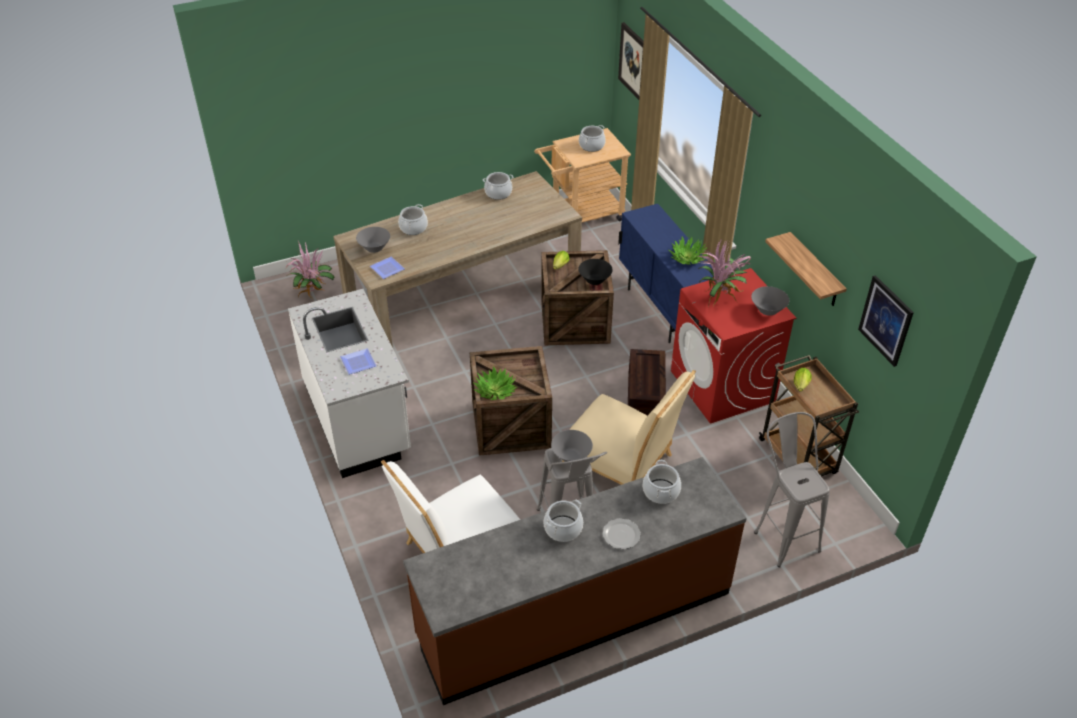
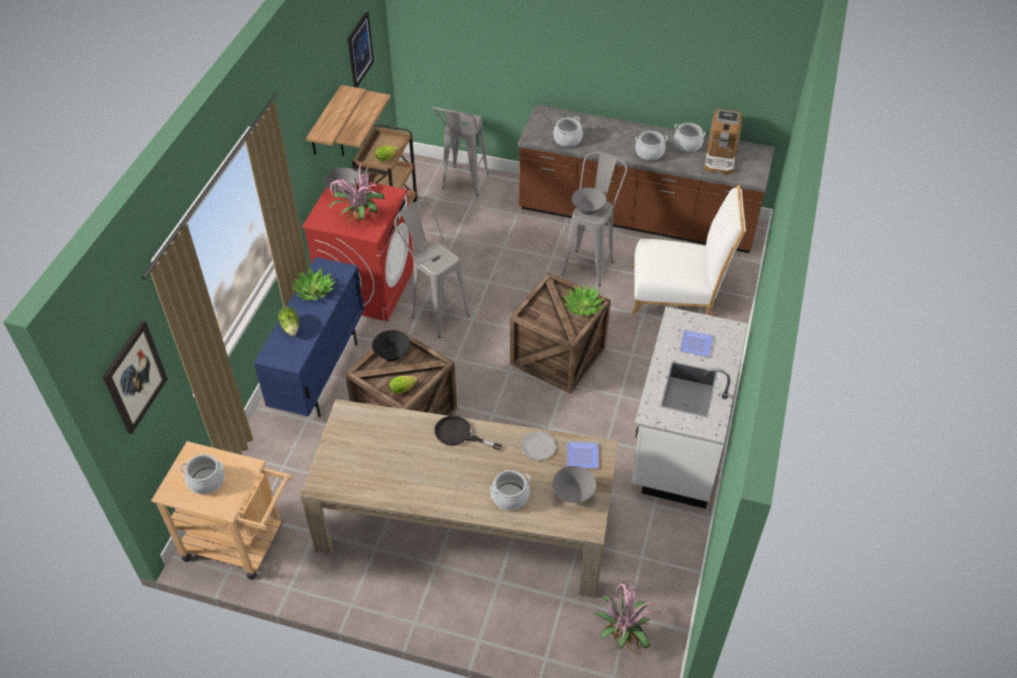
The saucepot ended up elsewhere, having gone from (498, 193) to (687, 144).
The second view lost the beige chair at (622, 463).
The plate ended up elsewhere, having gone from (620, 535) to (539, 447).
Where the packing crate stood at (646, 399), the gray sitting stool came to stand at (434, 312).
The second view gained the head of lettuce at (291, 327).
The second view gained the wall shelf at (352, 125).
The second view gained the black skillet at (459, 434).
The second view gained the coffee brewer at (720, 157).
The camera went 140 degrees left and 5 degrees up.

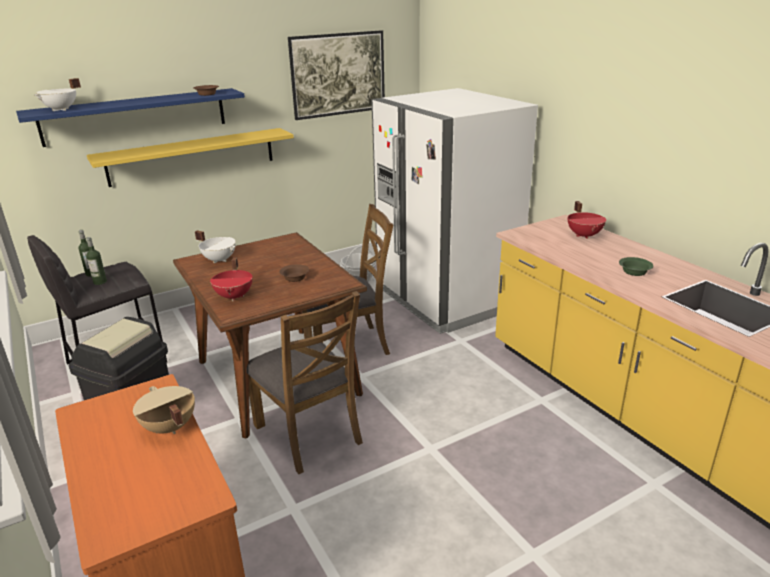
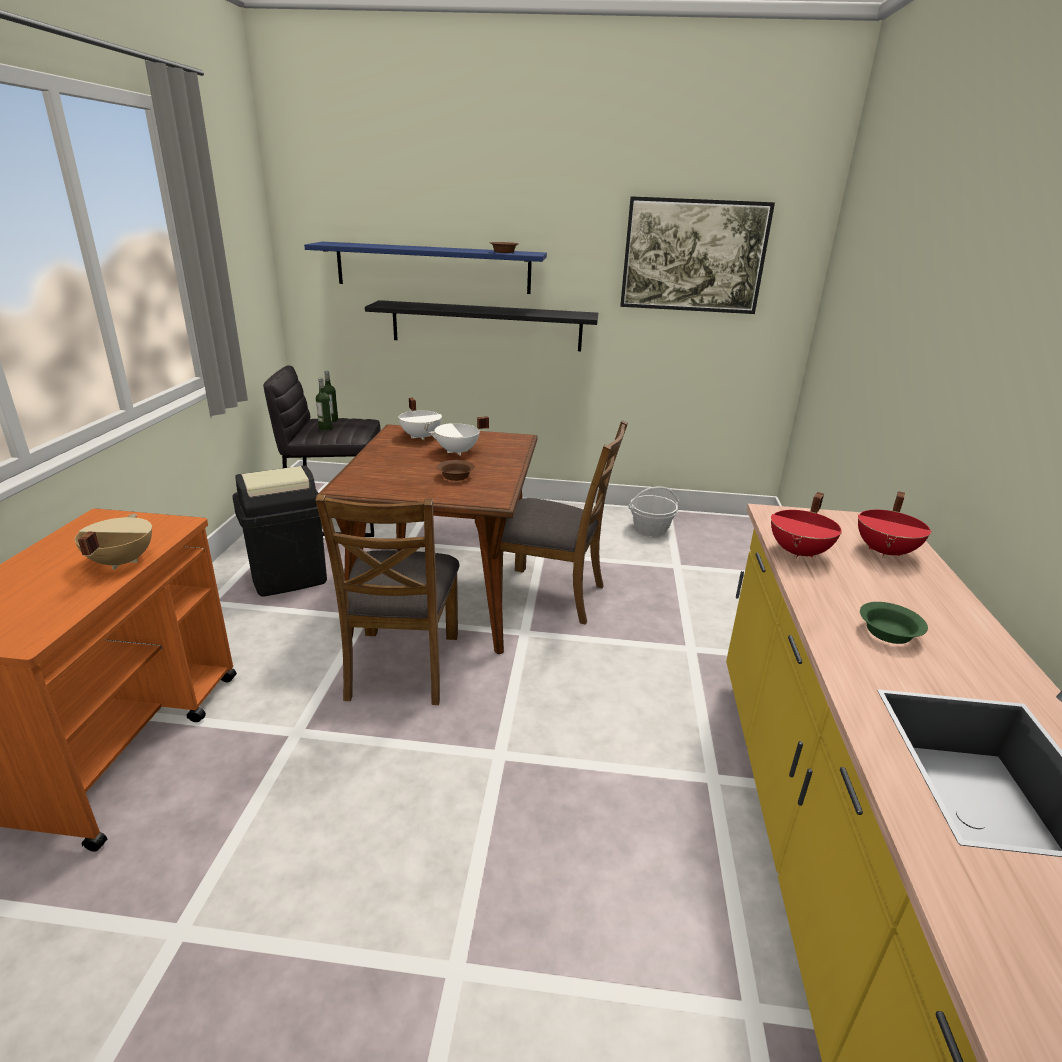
The white-coloured saucepot ended up elsewhere, having gone from (61, 109) to (458, 452).
What was the yellow-coloured wall shelf at (192, 156) turned into the black wall shelf at (486, 326).
The red-coloured saucepot ended up elsewhere, having gone from (235, 296) to (800, 553).
The second view lost the white-coloured refrigerator at (446, 299).
The camera went 35 degrees right and 0 degrees up.

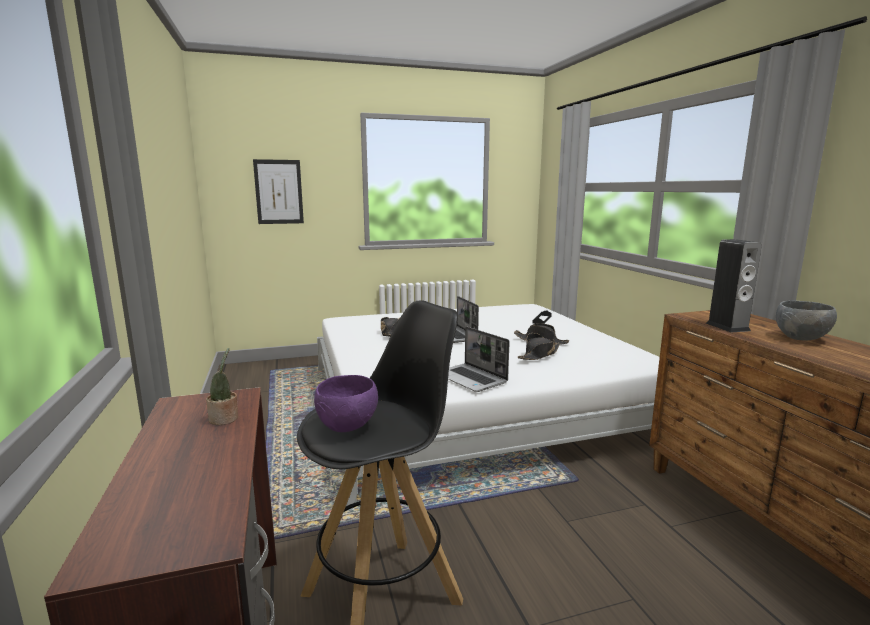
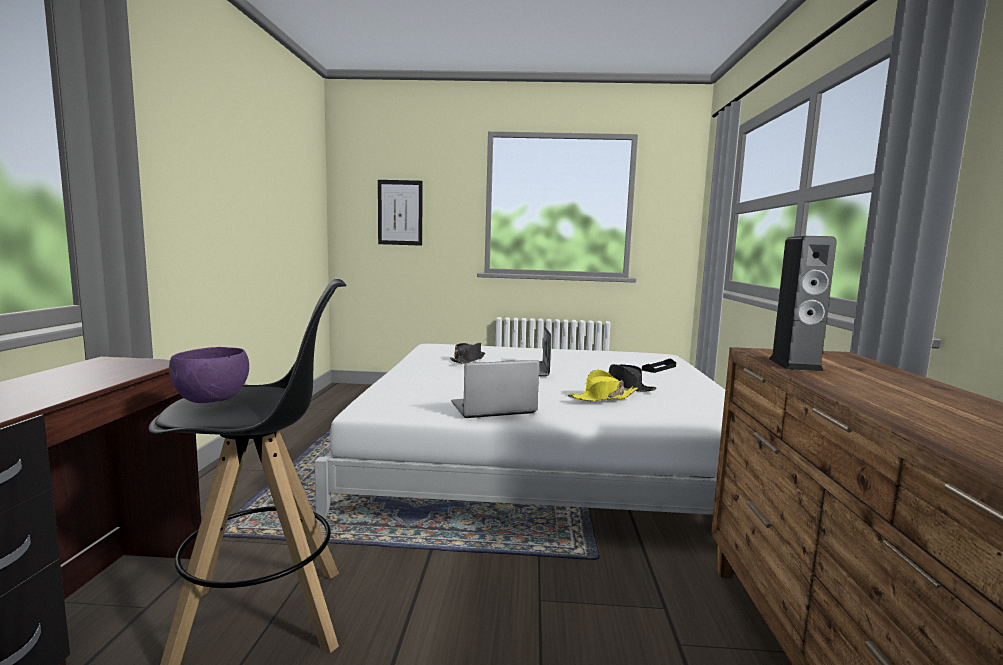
The second view lost the houseplant at (225, 419).
The portable computer at (472, 379) ended up facing another way, 90 degrees clockwise from before.
What was the black wearable hat at (539, 355) turned into the yellow-coloured wearable hat at (603, 397).
The second view lost the gray bowl at (801, 338).
The camera went 20 degrees right and 5 degrees down.

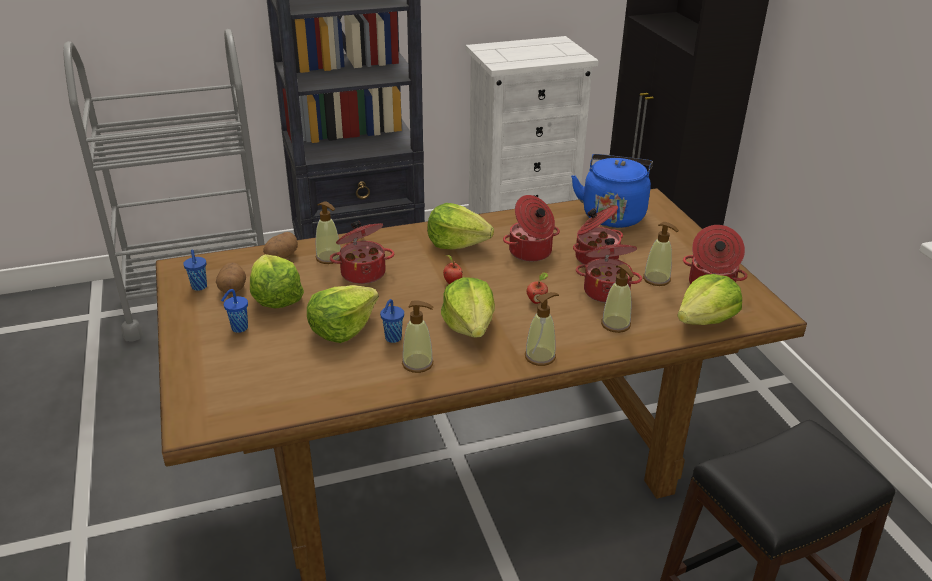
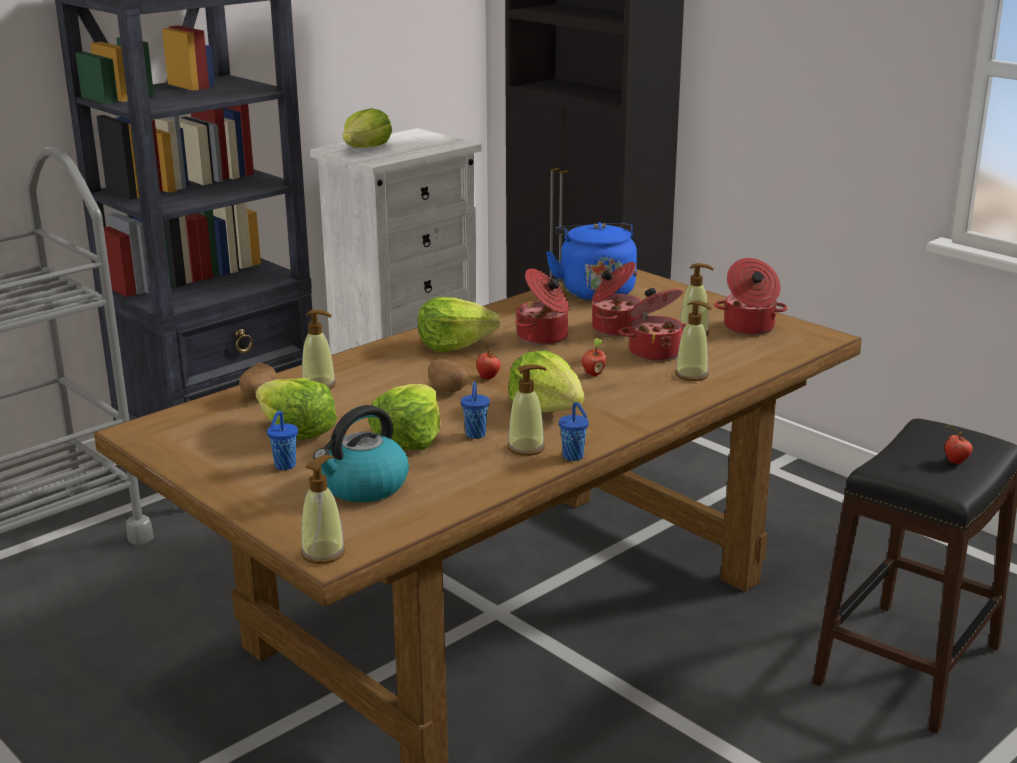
The blue drinking cup ended up elsewhere, having gone from (199, 287) to (574, 457).
The spud ended up elsewhere, having gone from (232, 288) to (447, 389).
The second view lost the saucepot at (363, 272).
The soap dispenser ended up elsewhere, having gone from (540, 356) to (323, 553).
The head of lettuce ended up elsewhere, having gone from (705, 320) to (366, 148).
The second view gained the tea kettle at (363, 486).
The second view gained the apple fruit at (954, 461).
The camera went 25 degrees left and 10 degrees down.

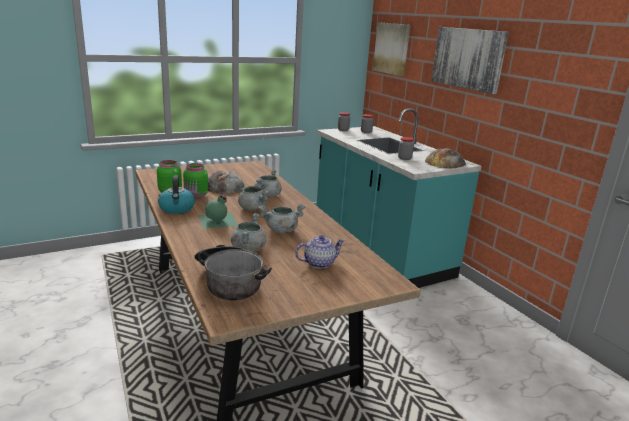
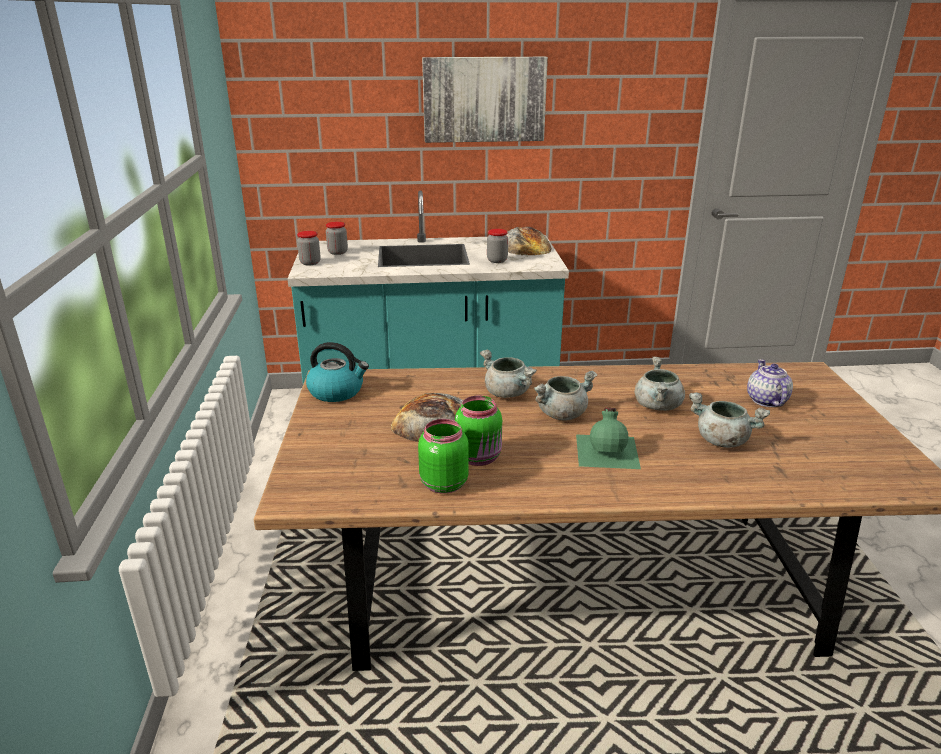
The tea kettle ended up elsewhere, having gone from (177, 208) to (337, 391).
The second view lost the saucepot at (229, 282).
The second view lost the picture at (392, 48).
The camera went 65 degrees left and 5 degrees up.

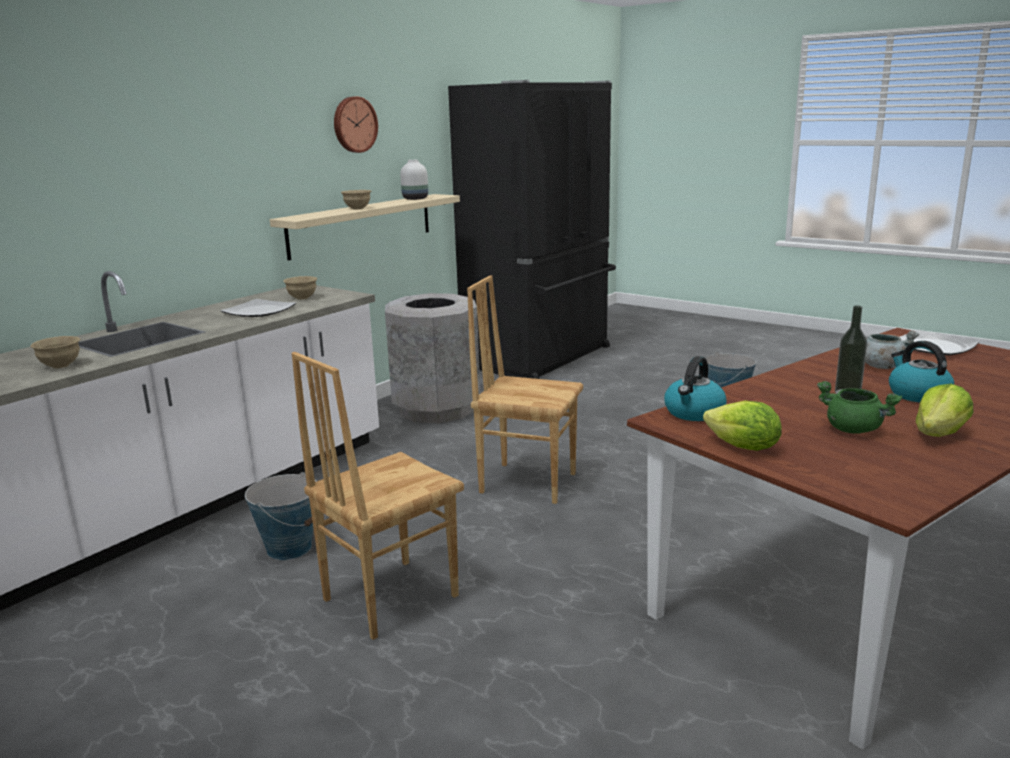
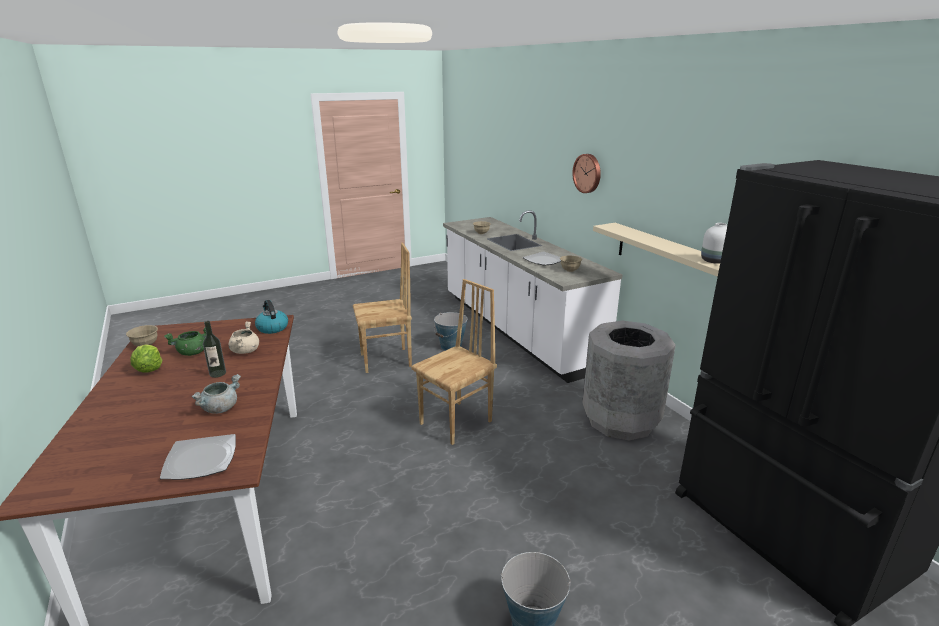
The brown-coloured chair at (388, 597) ended up facing another way, 90 degrees clockwise from before.
The hanging clock ended up elsewhere, having gone from (354, 124) to (588, 173).
The beige bowl ended up elsewhere, having gone from (357, 208) to (145, 345).
The second view lost the head of lettuce at (743, 448).
The second view lost the tea kettle at (917, 394).
The second view gained the beige saucepot at (245, 351).
The camera went 115 degrees right and 5 degrees up.

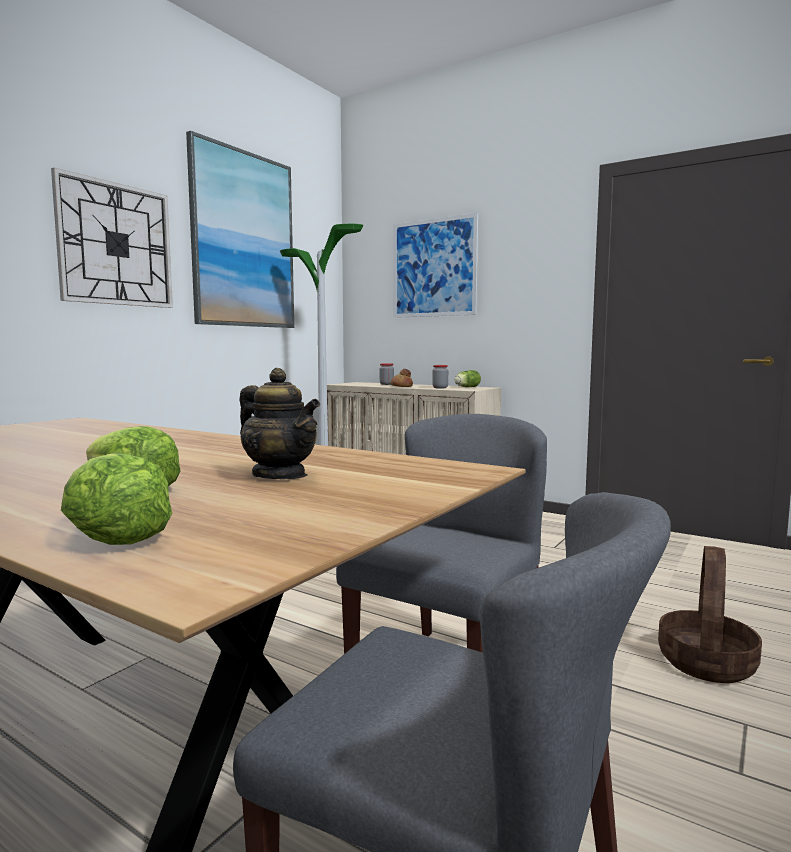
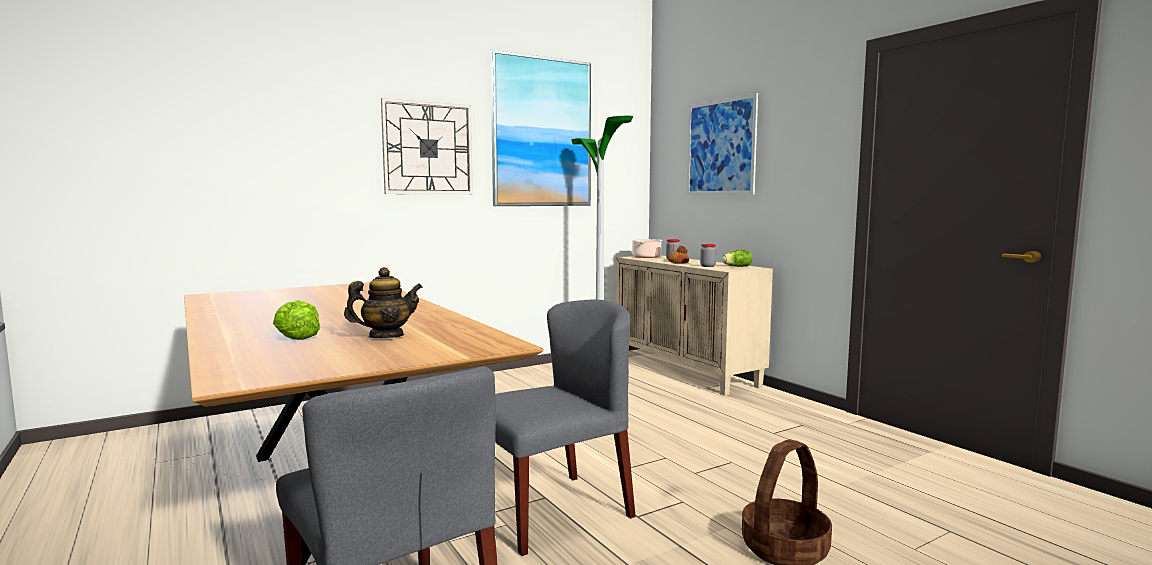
The second view lost the head of lettuce at (113, 536).
The teapot at (280, 475) ended up facing another way, 90 degrees counterclockwise from before.
The second view gained the saucepot at (645, 257).
The camera went 25 degrees right and 0 degrees up.

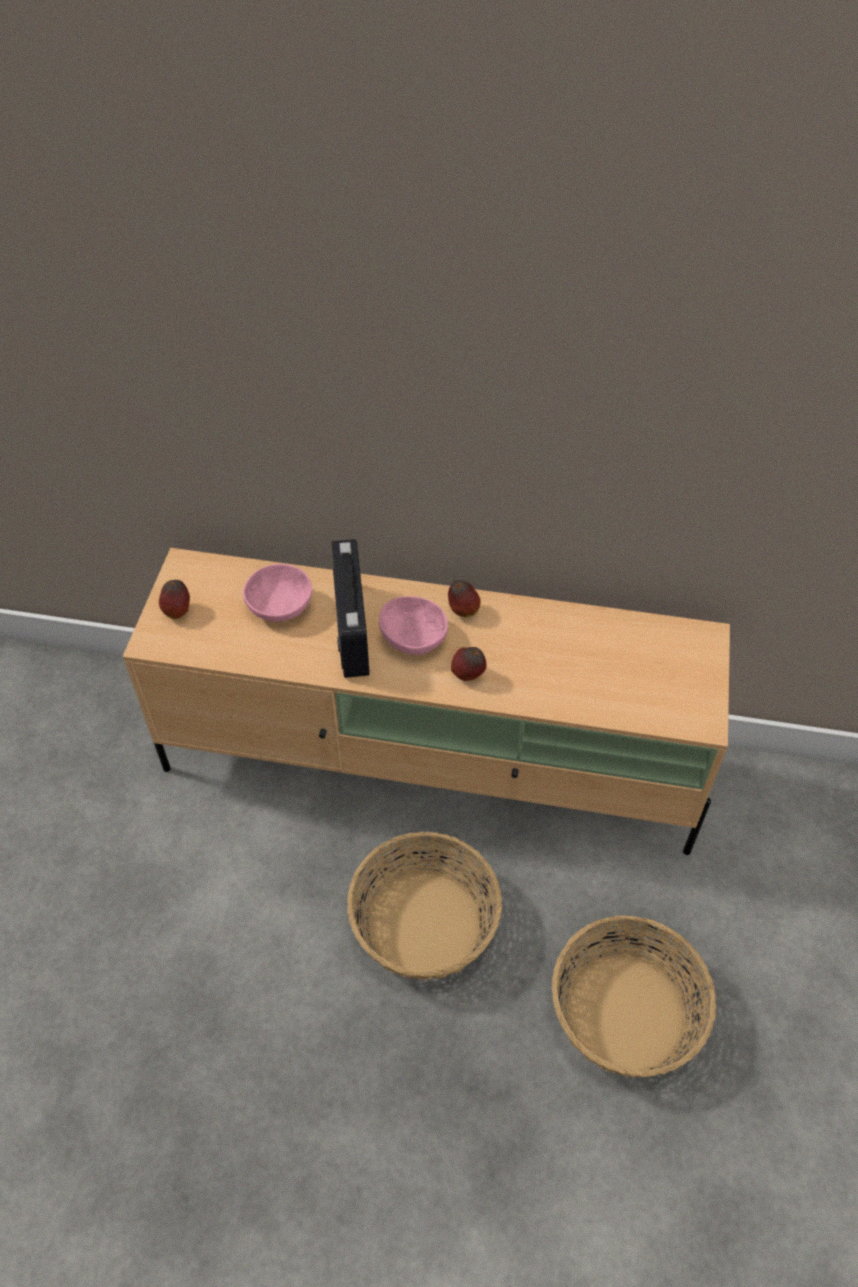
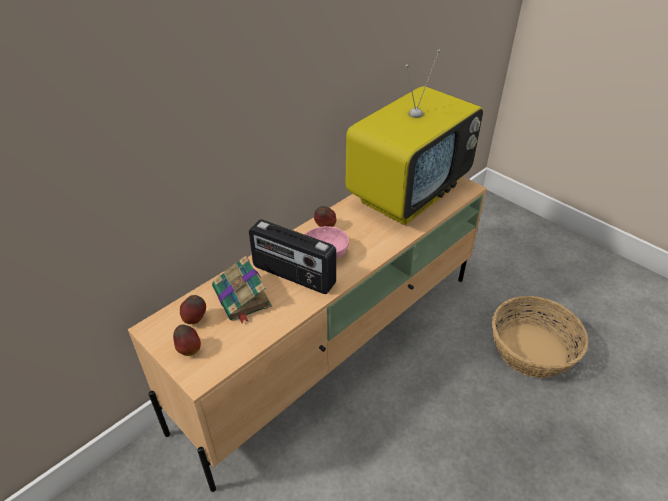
Where the pink bowl stood at (280, 608), the book came to stand at (242, 298).
The second view lost the household basket at (425, 922).
The apple fruit ended up elsewhere, having gone from (468, 675) to (195, 320).
The second view gained the TV set at (408, 193).
The camera went 55 degrees left and 10 degrees down.

